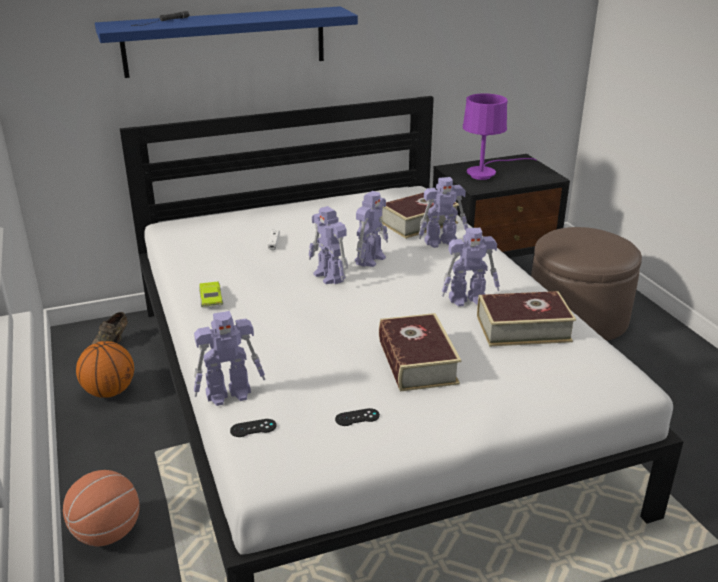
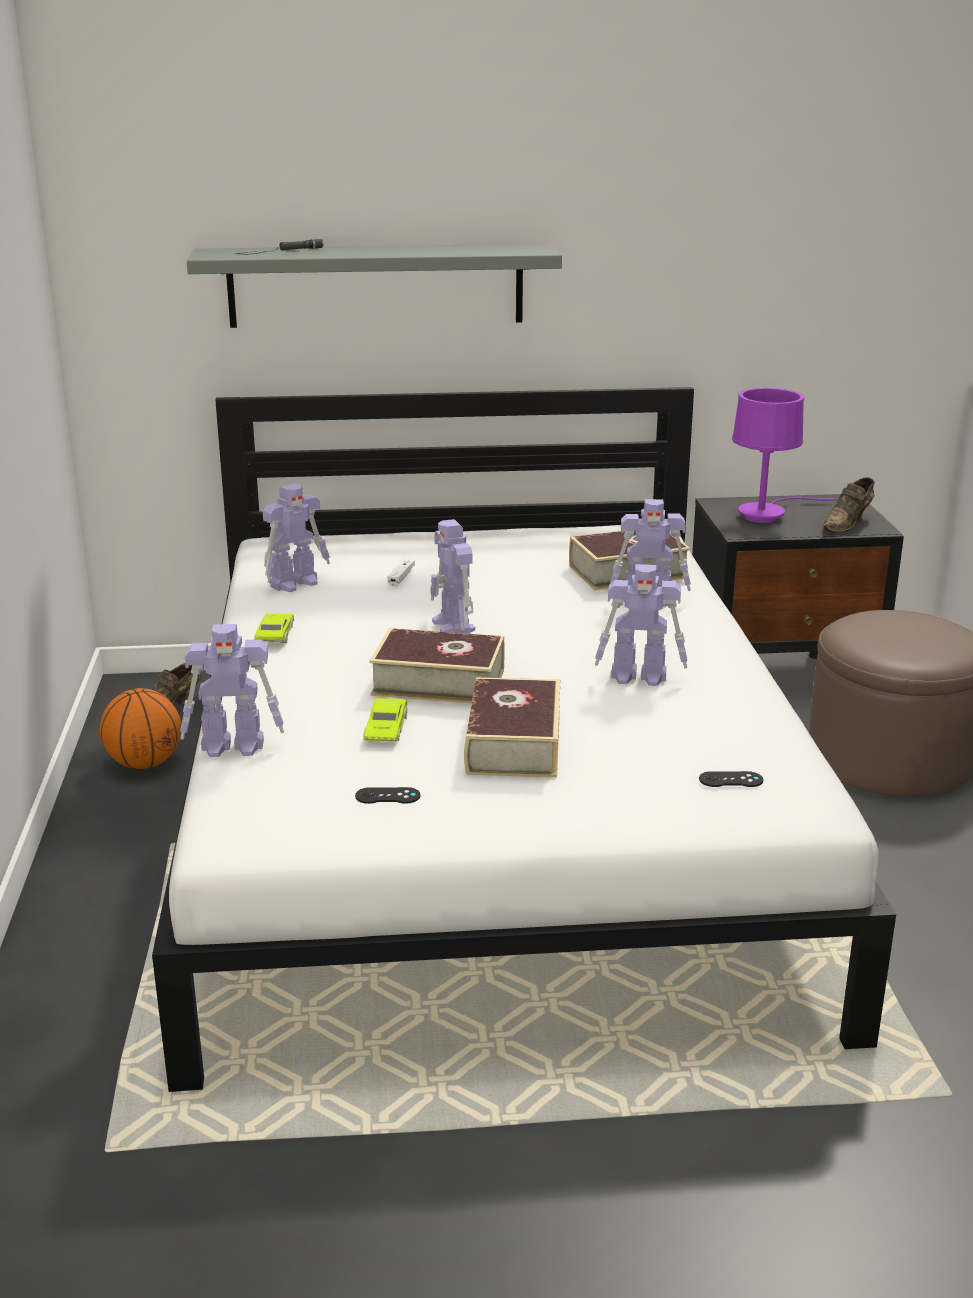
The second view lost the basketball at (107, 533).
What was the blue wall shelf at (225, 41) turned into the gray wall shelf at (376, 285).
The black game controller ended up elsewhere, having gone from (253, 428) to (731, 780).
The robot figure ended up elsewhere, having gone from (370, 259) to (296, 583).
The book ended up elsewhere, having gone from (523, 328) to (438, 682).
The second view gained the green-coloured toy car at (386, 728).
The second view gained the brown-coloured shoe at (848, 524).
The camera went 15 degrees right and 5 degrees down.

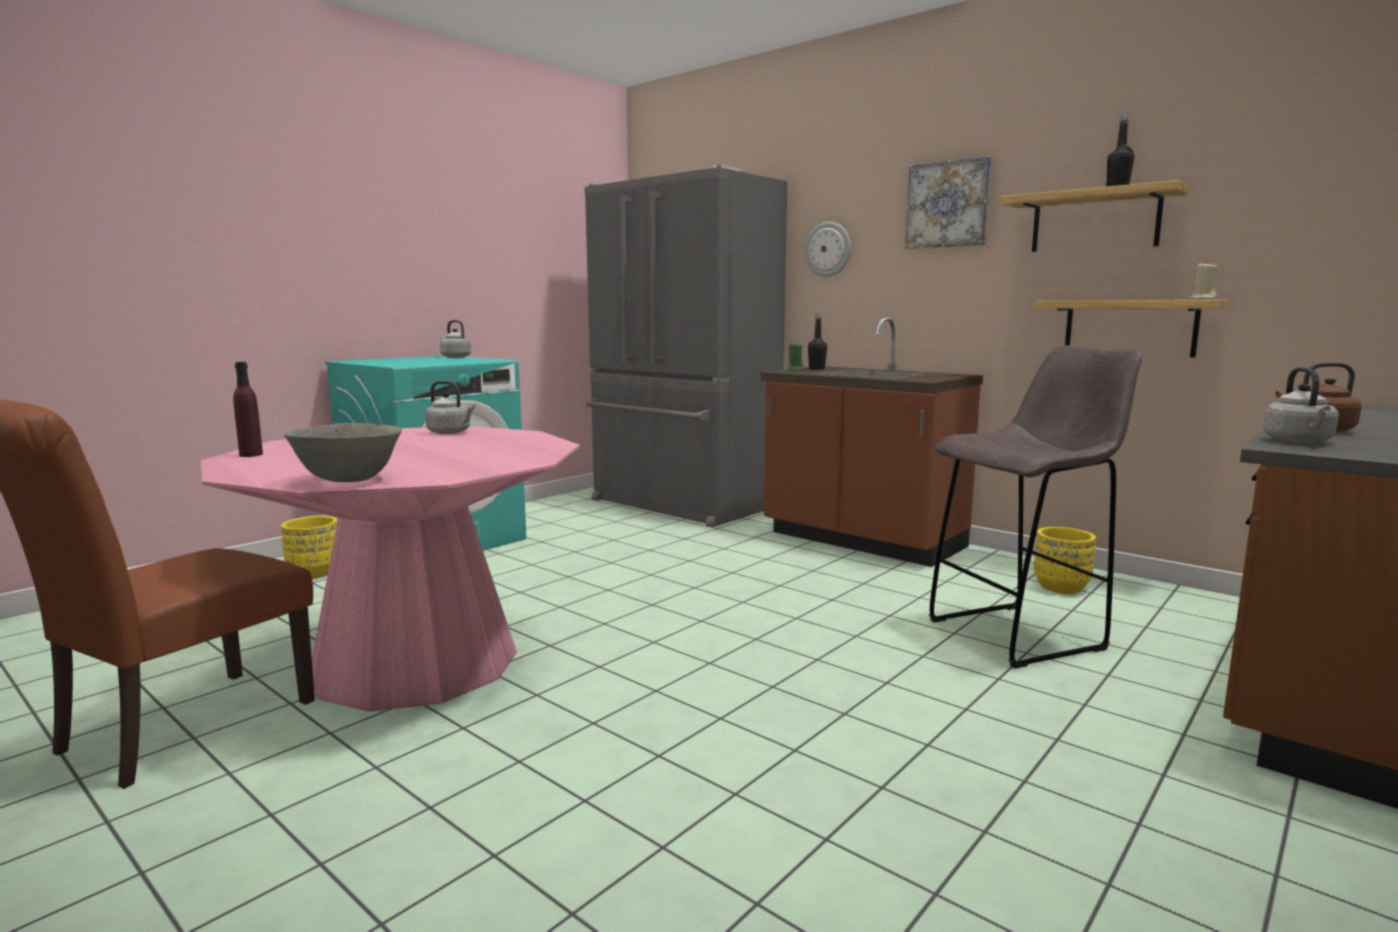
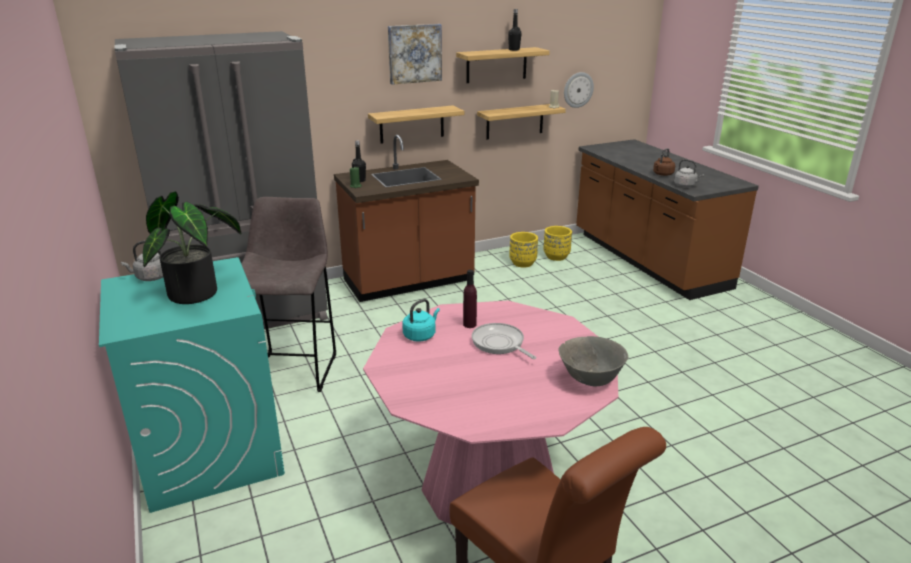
The purplish beverage bottle ended up elsewhere, having gone from (251, 455) to (469, 324).
The yellow-coloured plant pot ended up elsewhere, having gone from (314, 573) to (556, 257).
What was the gray tea kettle at (451, 433) turned into the turquoise tea kettle at (420, 335).
The hanging clock ended up elsewhere, having gone from (828, 249) to (578, 89).
The gray sitting stool ended up elsewhere, having gone from (1019, 634) to (295, 369).
The second view gained the houseplant at (199, 293).
The second view gained the wall shelf at (412, 124).
The second view gained the skillet at (499, 344).
The camera went 65 degrees left and 15 degrees up.

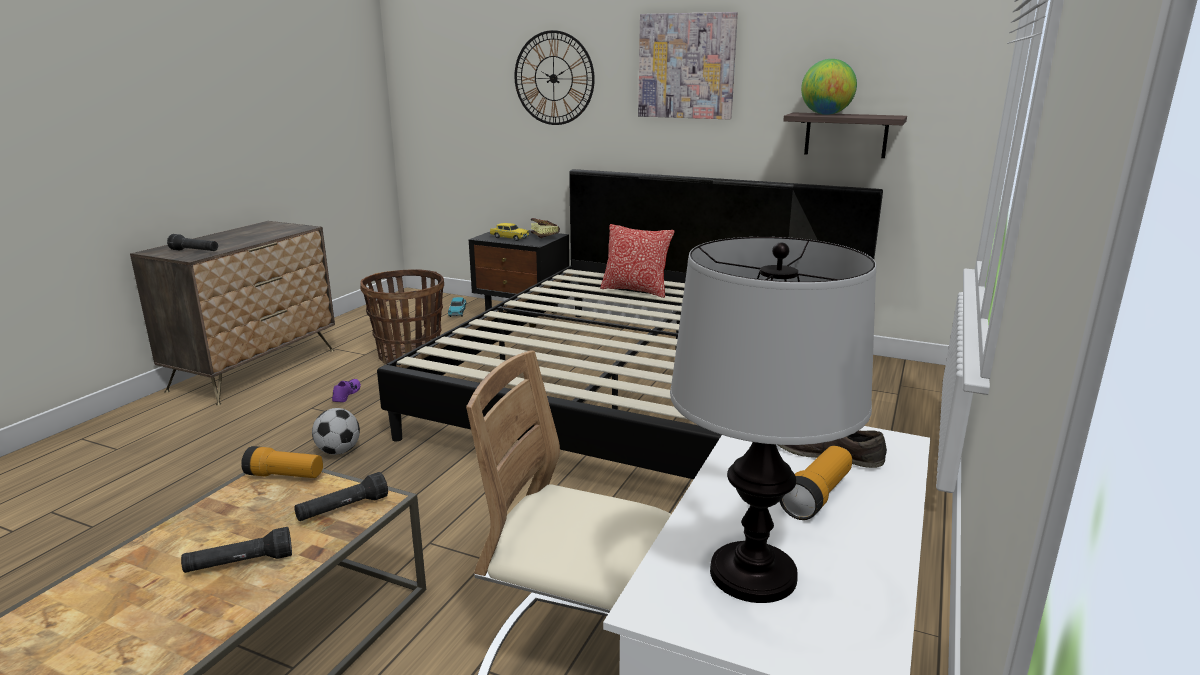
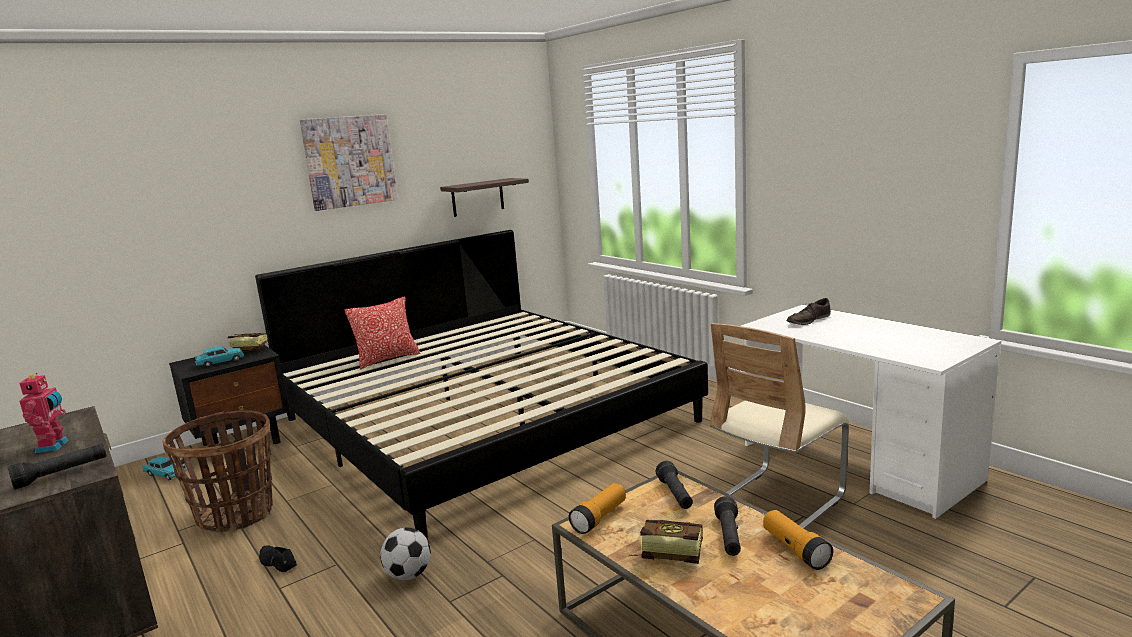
What was the purplish shoe at (346, 394) turned into the black shoe at (277, 562).
What was the yellow-coloured toy car at (509, 238) turned into the turquoise toy car at (220, 362).
The second view lost the hanging clock at (553, 78).
The second view lost the tabletop lamp at (752, 573).
The flashlight ended up elsewhere, having gone from (816, 496) to (795, 550).
The second view lost the world globe at (826, 114).
The second view gained the robot figure at (54, 446).
The second view gained the book at (665, 554).
The camera went 60 degrees left and 5 degrees down.

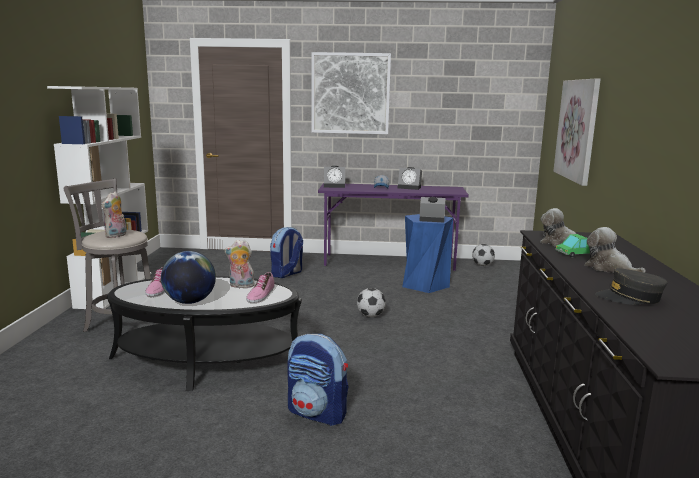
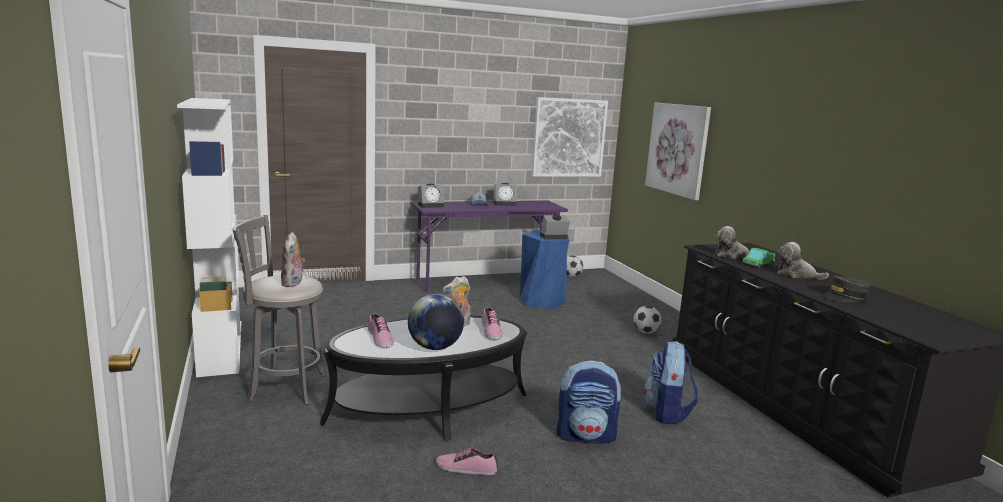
The knapsack ended up elsewhere, having gone from (286, 274) to (667, 413).
The picture ended up elsewhere, having gone from (350, 93) to (569, 138).
The ball for football ended up elsewhere, having gone from (370, 316) to (645, 332).
The second view gained the shoe at (466, 468).
The camera went 25 degrees left and 0 degrees up.

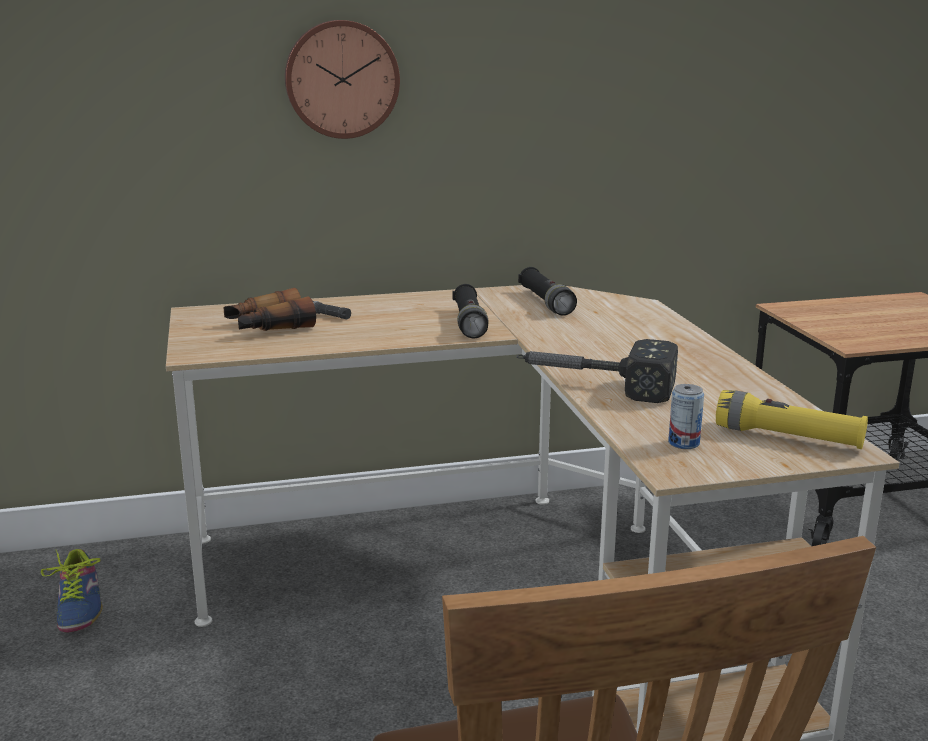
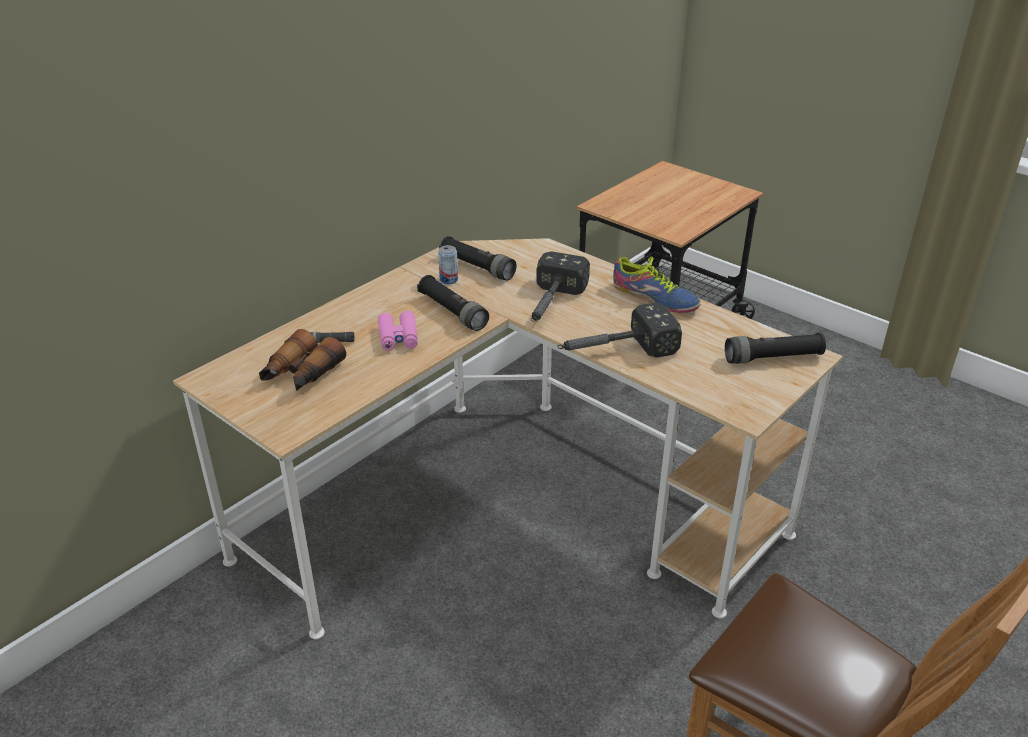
The shoe ended up elsewhere, having gone from (79, 605) to (655, 297).
The second view lost the hanging clock at (341, 79).
The sealed can ended up elsewhere, having gone from (683, 443) to (448, 280).
What was the yellow-coloured flashlight at (788, 438) turned into the black flashlight at (773, 358).
The second view gained the pink pair of binoculars at (398, 337).
The second view gained the hand hammer at (550, 305).
The camera went 35 degrees left and 15 degrees up.

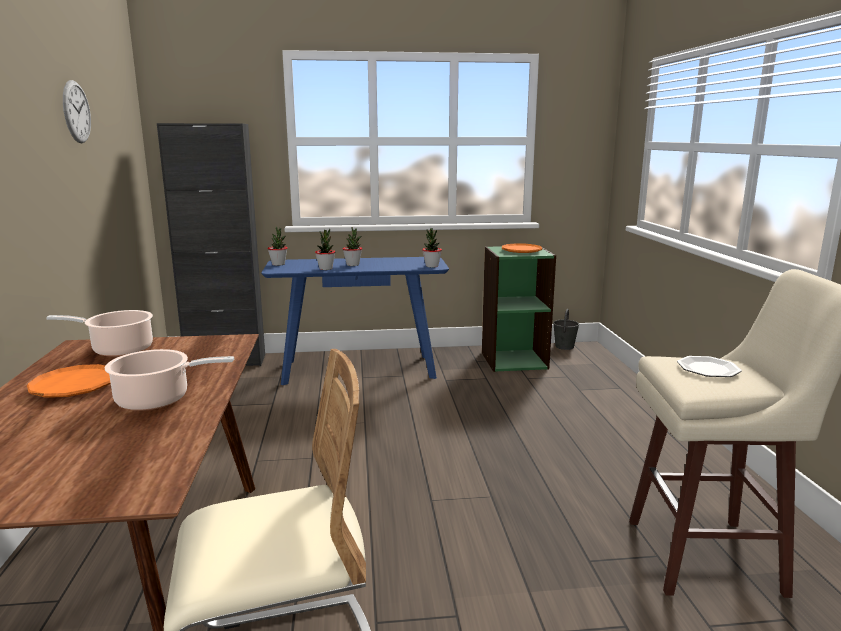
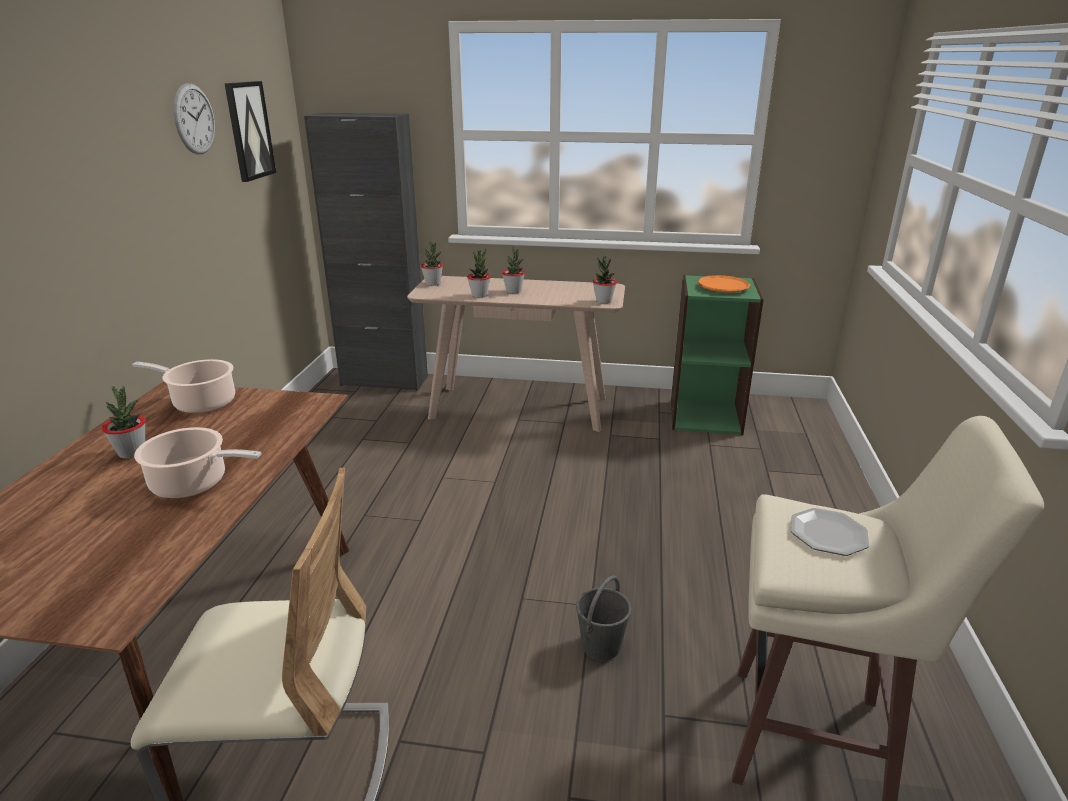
Where the orangey plate stood at (74, 387), the houseplant came to stand at (132, 452).
What was the blue narrow table at (359, 369) turned into the beige narrow table at (519, 408).
The gray bucket ended up elsewhere, having gone from (564, 346) to (600, 646).
The second view gained the picture at (249, 130).
The camera went 15 degrees right and 10 degrees up.

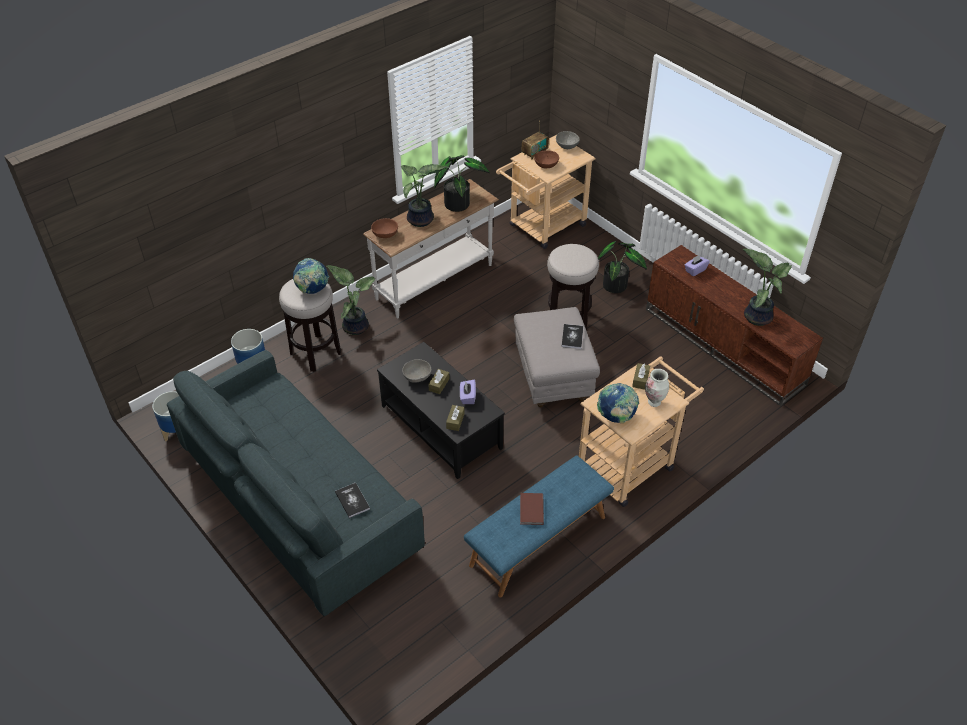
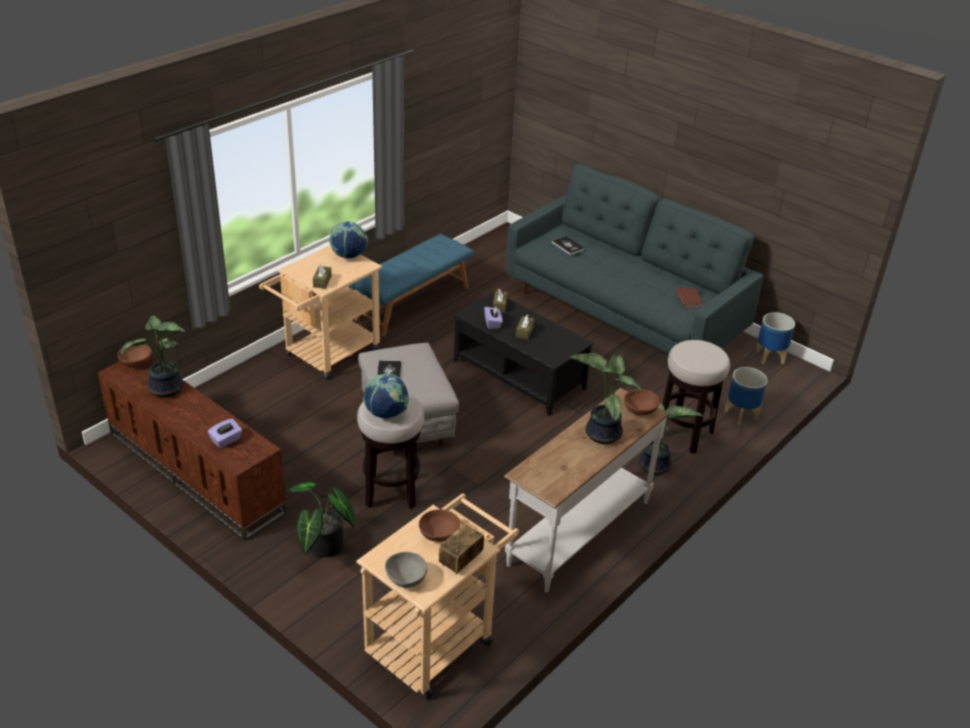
The world globe ended up elsewhere, having gone from (312, 290) to (386, 414).
The second view lost the gray bowl at (417, 377).
The second view lost the houseplant at (458, 202).
The brown-coloured book ended up elsewhere, having gone from (530, 510) to (689, 299).
The second view lost the vase at (654, 402).
The second view gained the brown-coloured bowl at (136, 363).
The camera went 170 degrees right and 10 degrees down.

